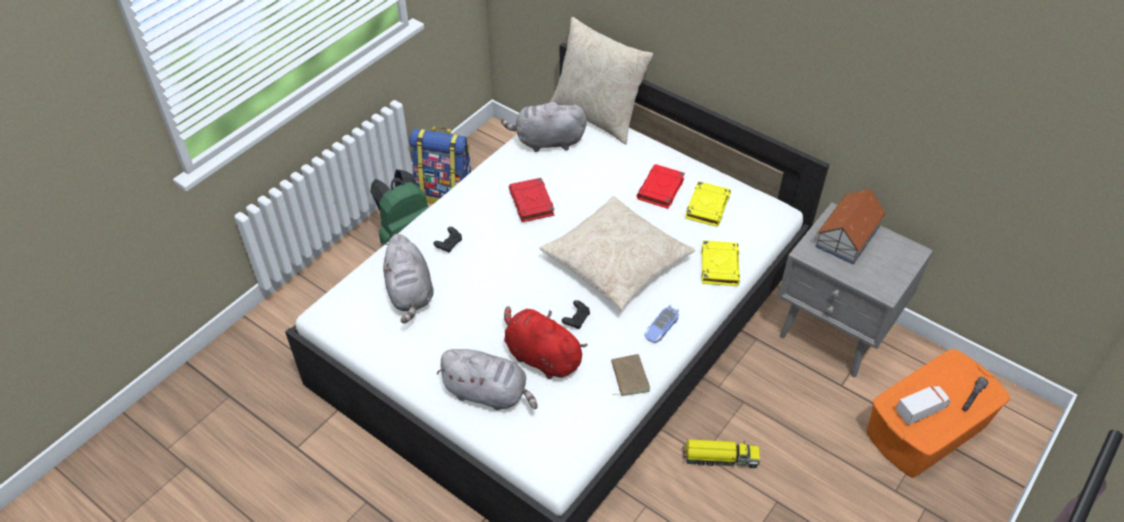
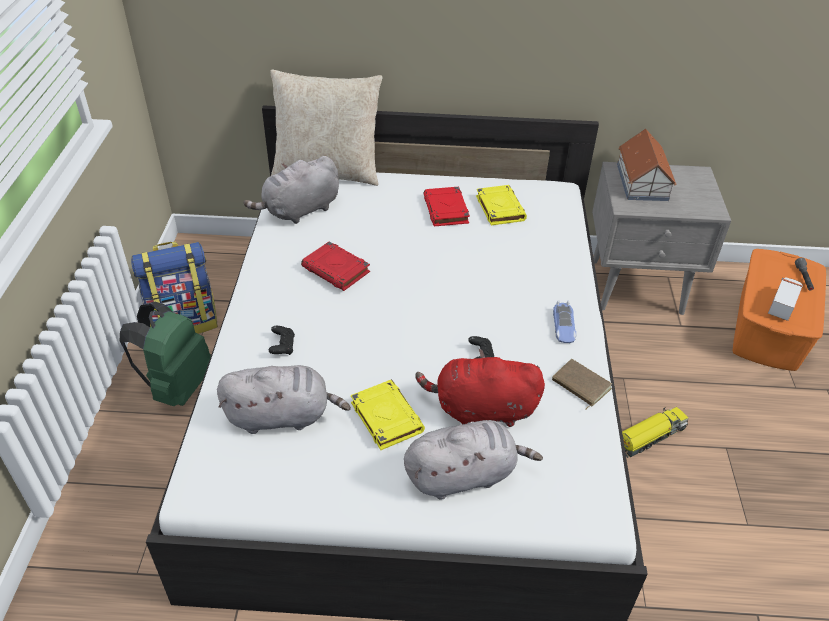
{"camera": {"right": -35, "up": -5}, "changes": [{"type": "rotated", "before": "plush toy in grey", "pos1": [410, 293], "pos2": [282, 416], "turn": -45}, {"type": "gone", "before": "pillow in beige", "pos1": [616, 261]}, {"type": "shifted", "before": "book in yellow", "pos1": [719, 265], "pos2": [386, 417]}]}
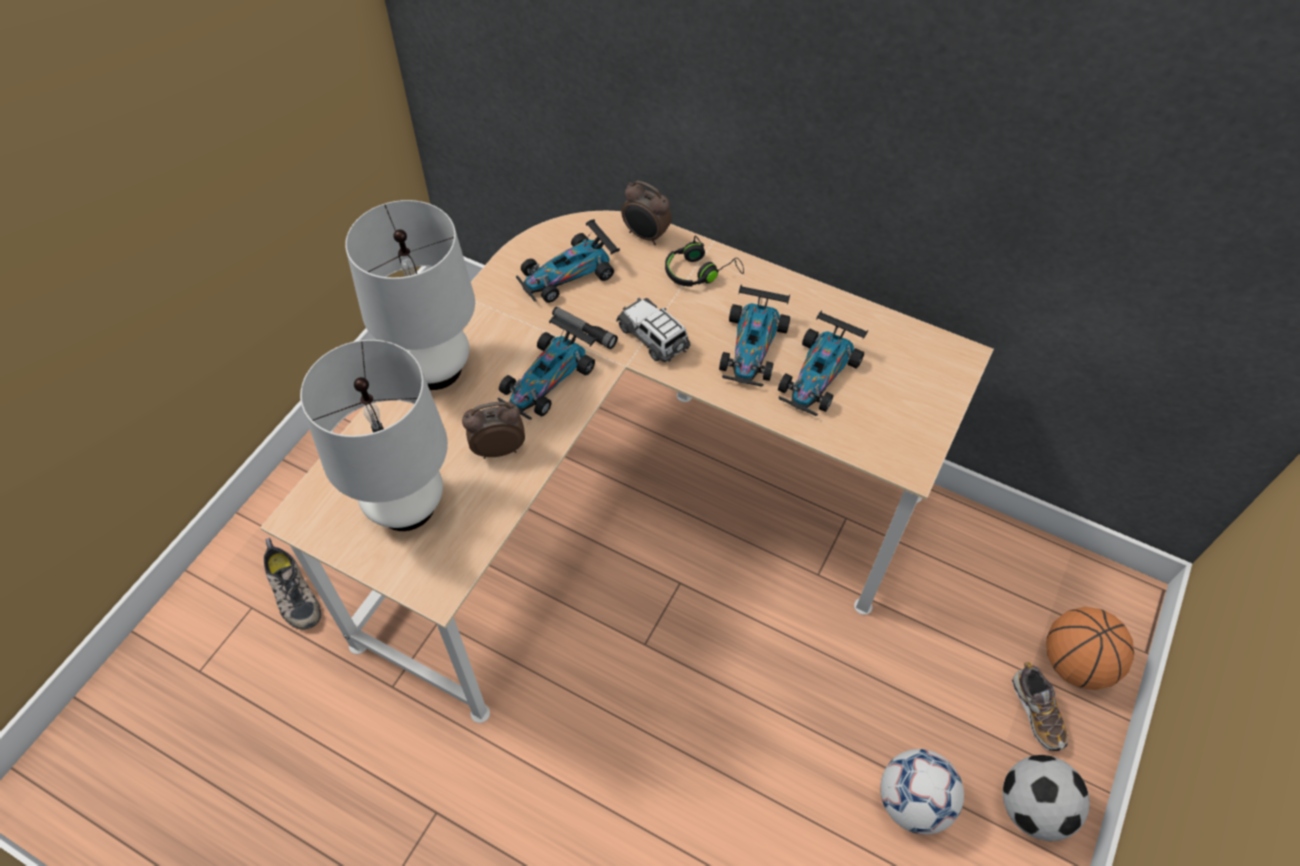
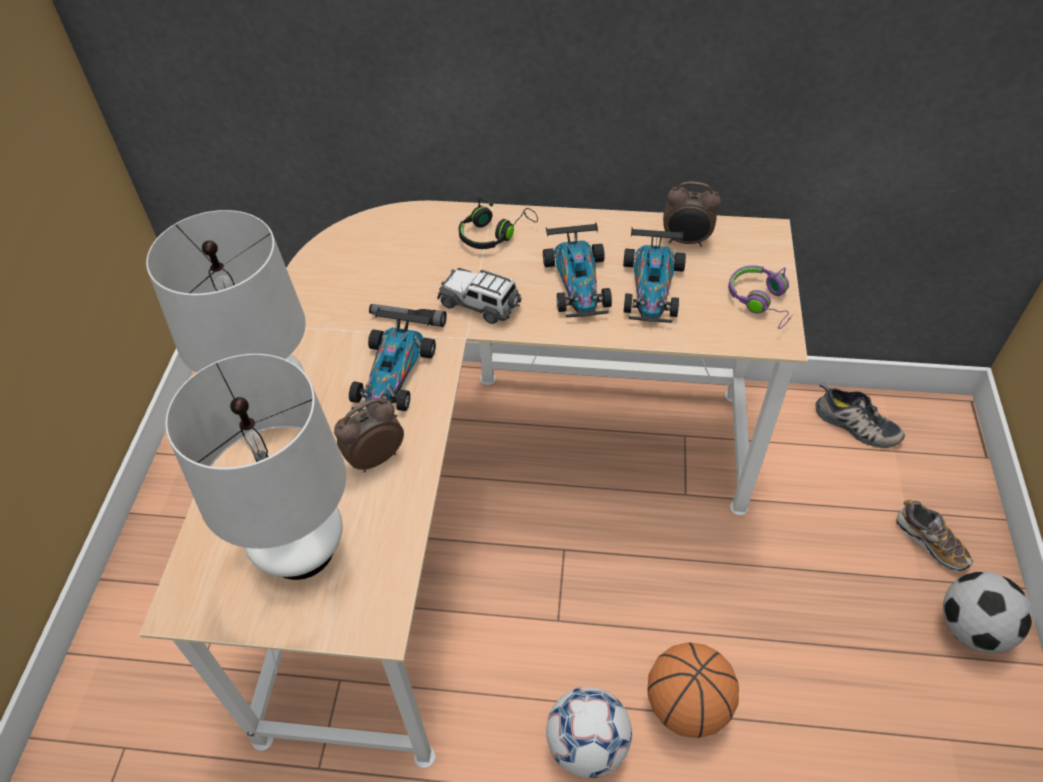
{"camera": {"right": -20, "up": -5}, "changes": [{"type": "shifted", "before": "shoe", "pos1": [291, 593], "pos2": [854, 425]}, {"type": "gone", "before": "toy car", "pos1": [568, 274]}, {"type": "shifted", "before": "alarm clock", "pos1": [645, 236], "pos2": [686, 241]}, {"type": "shifted", "before": "football", "pos1": [912, 801], "pos2": [587, 745]}, {"type": "shifted", "before": "basketball", "pos1": [1075, 663], "pos2": [687, 705]}, {"type": "new", "after": "headphones in purple", "pos2": [761, 302]}]}
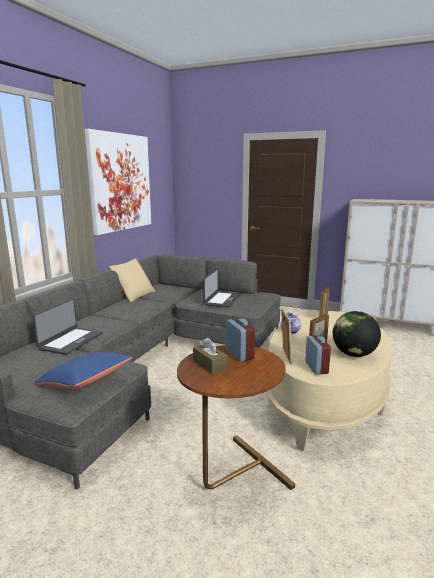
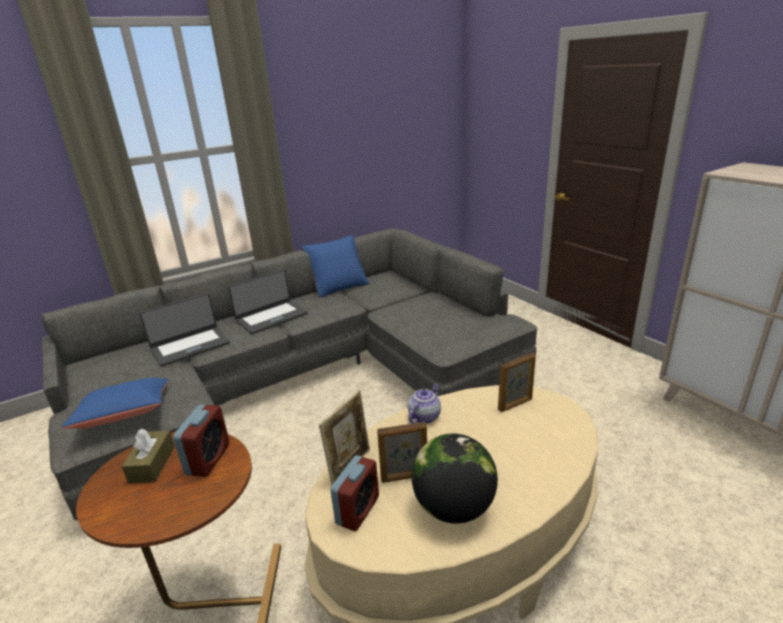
{"camera": {"right": 35, "up": 10}, "changes": [{"type": "gone", "before": "picture", "pos1": [120, 182]}, {"type": "repainted", "before": "pillow in beige", "after": "pillow in blue", "pos1": [134, 295], "pos2": [338, 286]}, {"type": "shifted", "before": "laptop", "pos1": [221, 300], "pos2": [271, 317]}]}
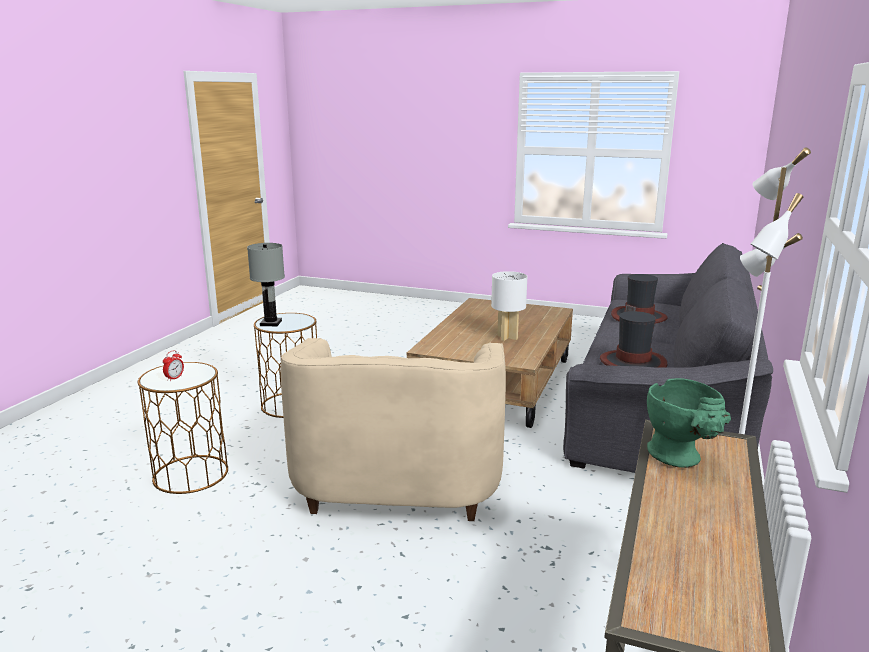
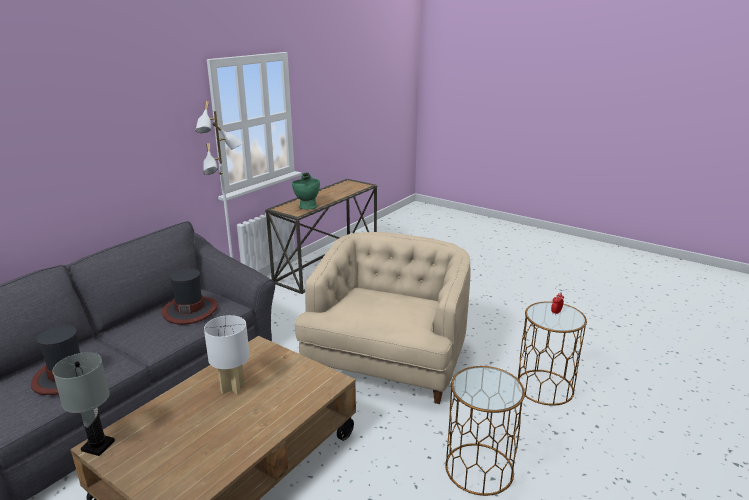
{"camera": {"right": -165, "up": 5}, "changes": [{"type": "shifted", "before": "table lamp in grey", "pos1": [270, 323], "pos2": [98, 445]}]}
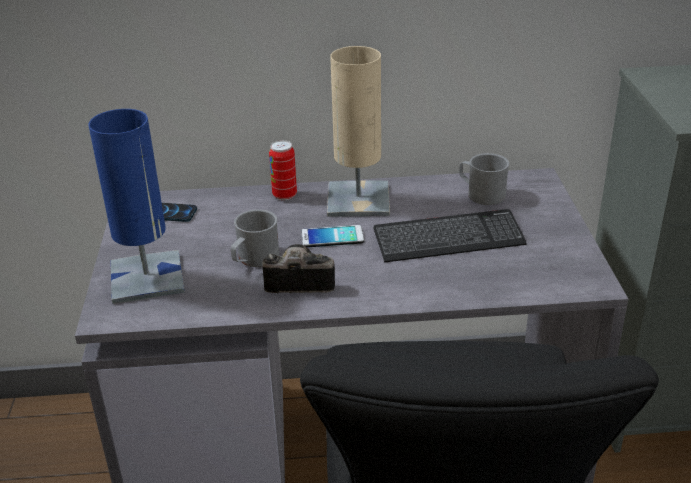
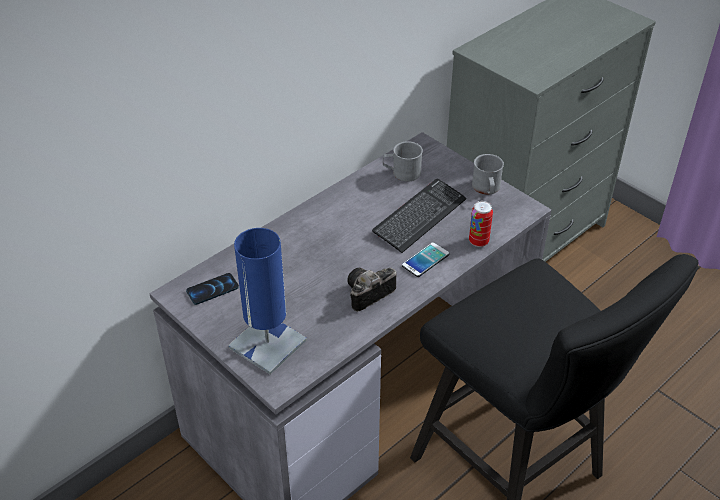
{"camera": {"right": -40, "up": 10}, "changes": [{"type": "shifted", "before": "mug in grey", "pos1": [254, 259], "pos2": [486, 189]}, {"type": "shifted", "before": "can", "pos1": [284, 195], "pos2": [478, 241]}, {"type": "shifted", "before": "phone", "pos1": [332, 237], "pos2": [425, 260]}, {"type": "gone", "before": "table lamp in beige", "pos1": [358, 200]}]}
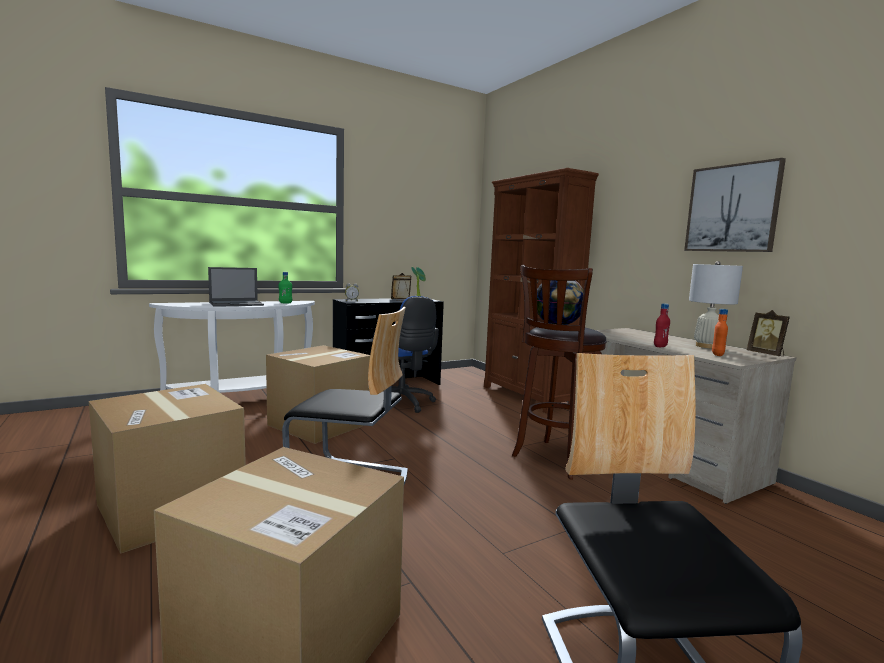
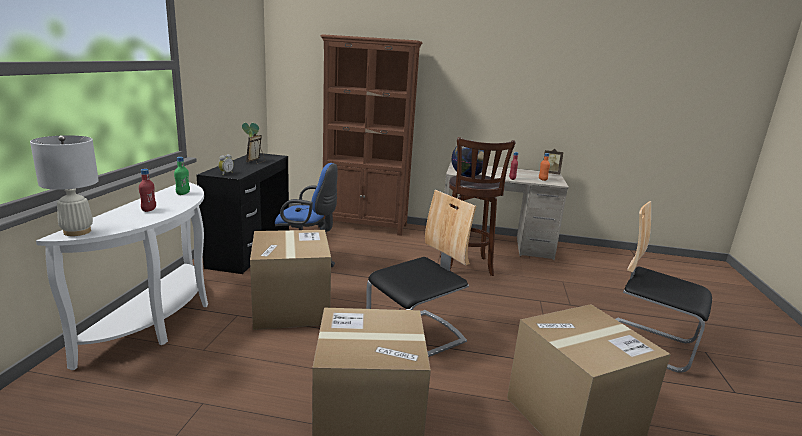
{"camera": {"right": -50, "up": 10}, "changes": [{"type": "swapped", "before": "laptop", "after": "bottle in red", "pos1": [237, 304], "pos2": [149, 210]}, {"type": "gone", "before": "picture", "pos1": [732, 208]}, {"type": "shifted", "before": "table lamp in white", "pos1": [706, 346], "pos2": [77, 231]}]}
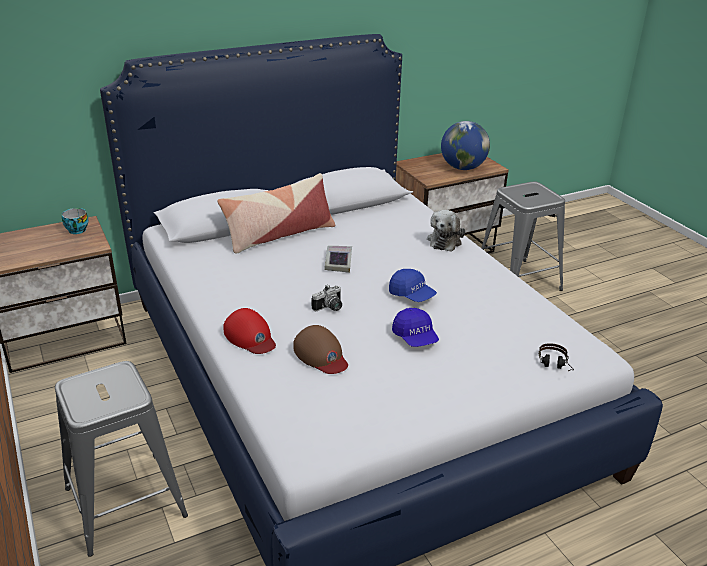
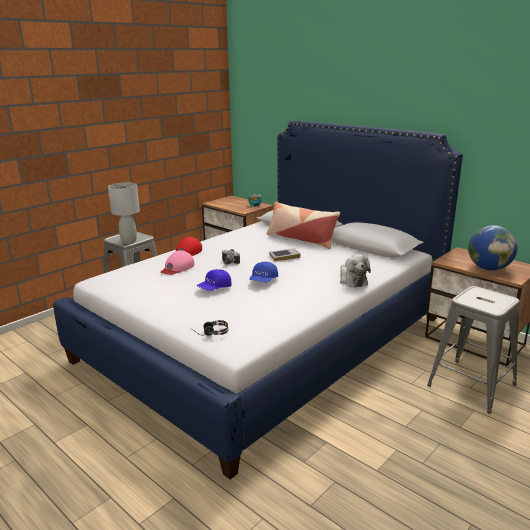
{"camera": {"right": 70, "up": -10}, "changes": [{"type": "repainted", "before": "cap in brown", "after": "cap in pink", "pos1": [321, 355], "pos2": [177, 267]}, {"type": "rotated", "before": "plush toy", "pos1": [445, 240], "pos2": [352, 280], "turn": -105}, {"type": "new", "after": "table lamp in grey", "pos2": [129, 241]}]}
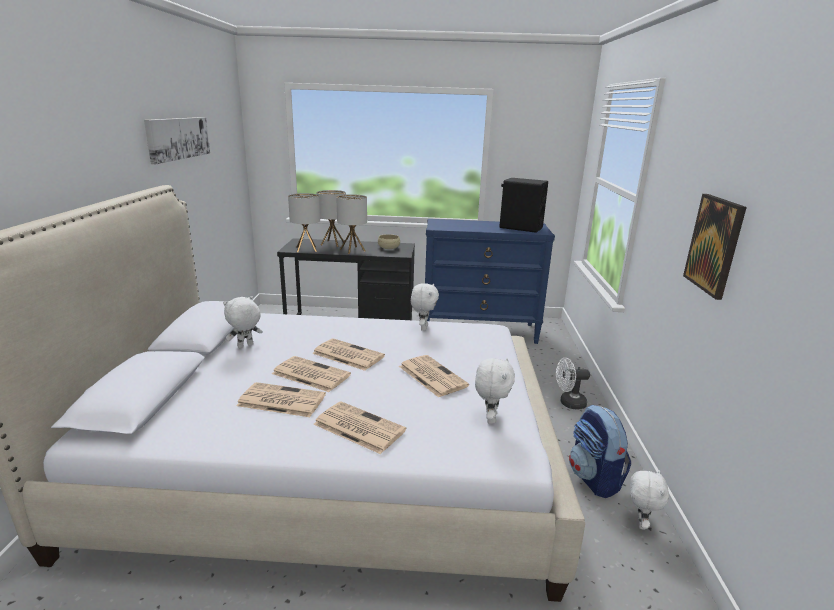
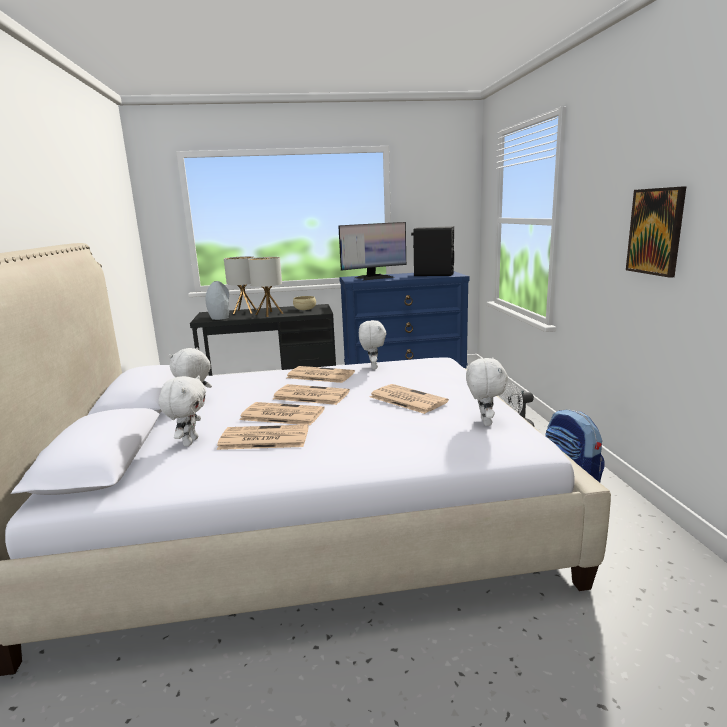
{"camera": {"right": -10, "up": -5}, "changes": [{"type": "gone", "before": "picture", "pos1": [178, 138]}, {"type": "swapped", "before": "table lamp", "after": "vase in grey", "pos1": [306, 249], "pos2": [220, 318]}, {"type": "shifted", "before": "newspaper", "pos1": [358, 427], "pos2": [319, 375]}, {"type": "shifted", "before": "plush toy in white", "pos1": [639, 522], "pos2": [189, 442]}, {"type": "new", "after": "monitor", "pos2": [374, 277]}]}
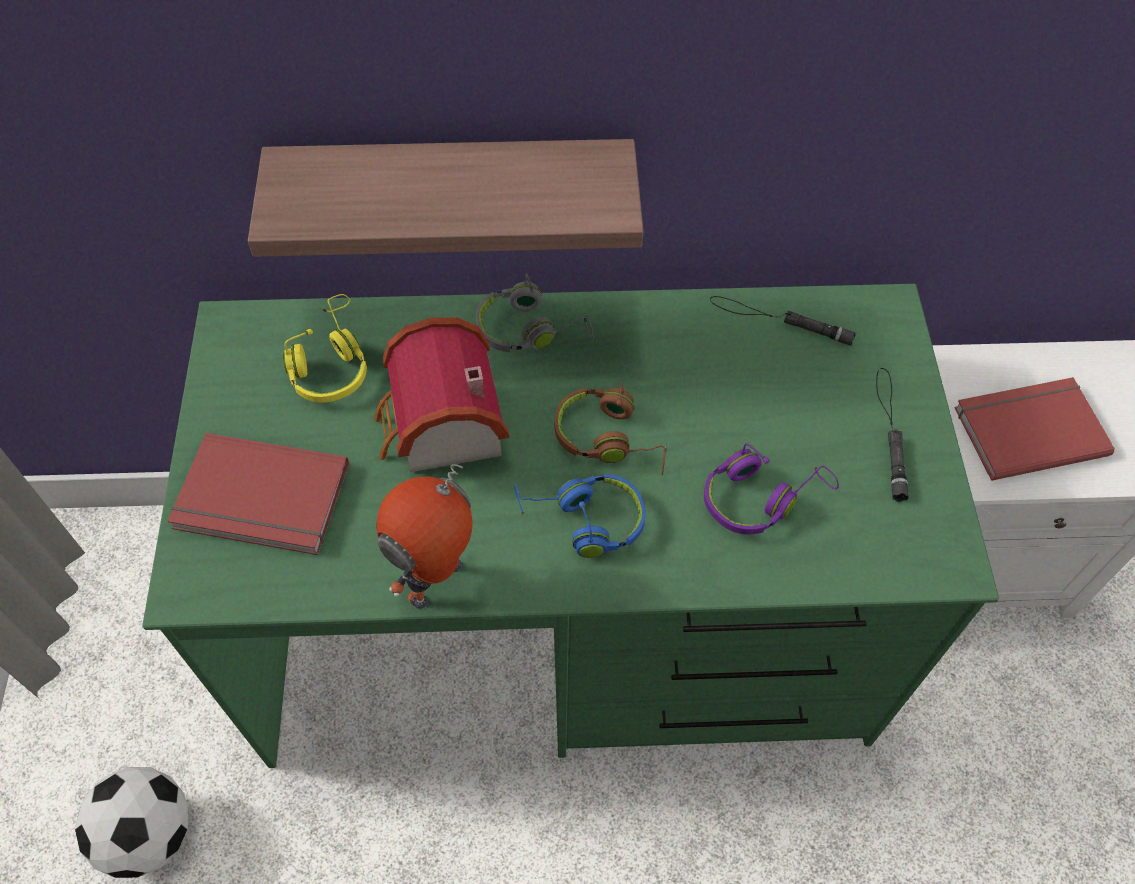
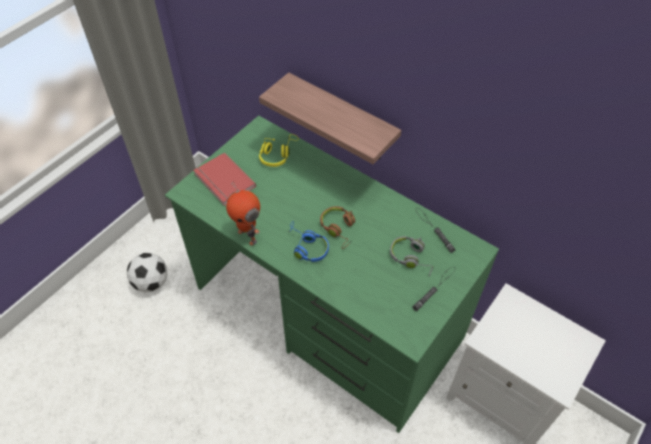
{"camera": {"right": 40, "up": -5}, "changes": [{"type": "gone", "before": "toy house", "pos1": [441, 430]}, {"type": "rotated", "before": "toy robot", "pos1": [438, 584], "pos2": [248, 236], "turn": -120}, {"type": "shifted", "before": "headphones in grey", "pos1": [531, 329], "pos2": [411, 258]}, {"type": "gone", "before": "headphones in purple", "pos1": [760, 497]}, {"type": "gone", "before": "book in red", "pos1": [1028, 428]}]}
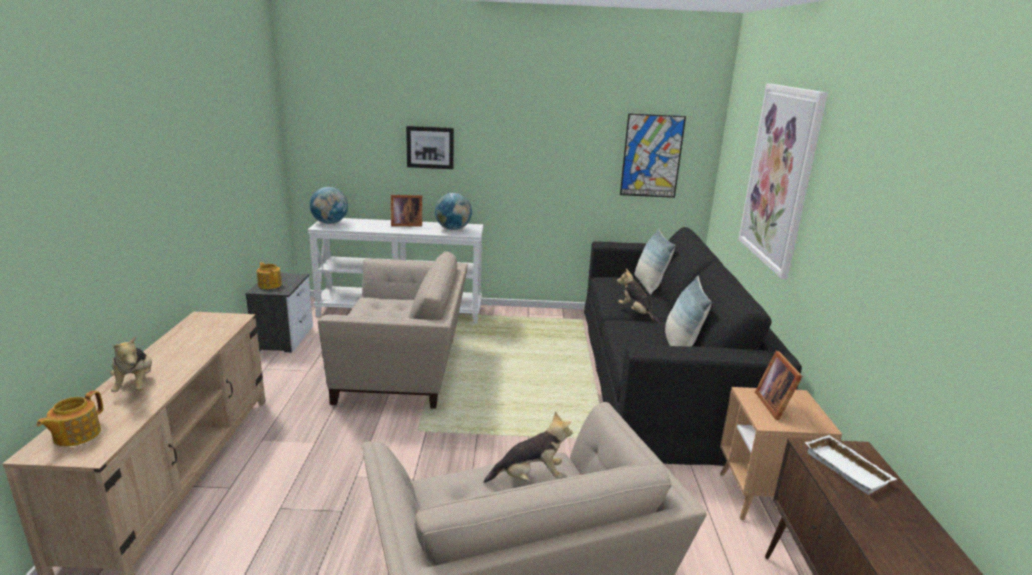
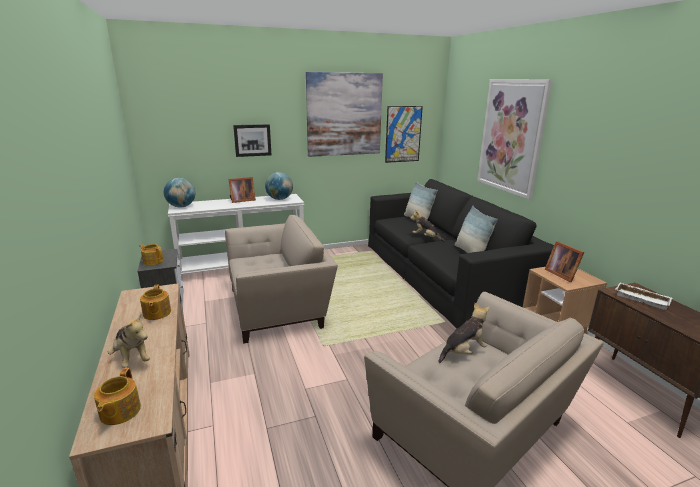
{"camera": {"right": -20, "up": 0}, "changes": [{"type": "new", "after": "teapot", "pos2": [156, 313]}, {"type": "new", "after": "picture", "pos2": [344, 114]}]}
